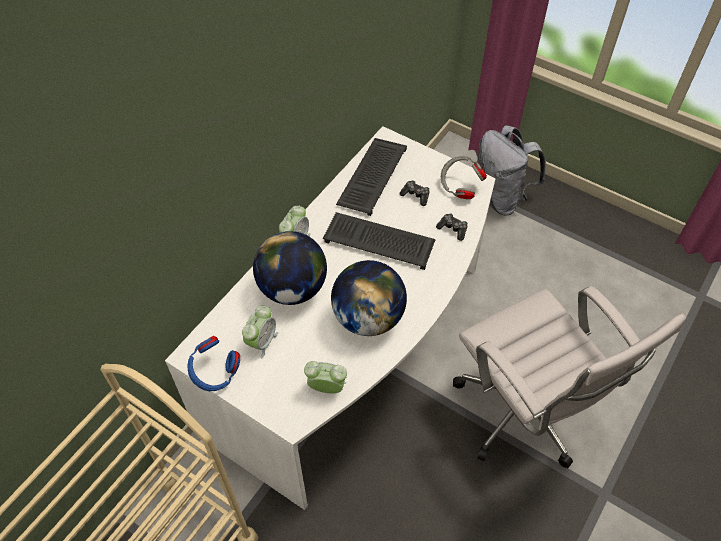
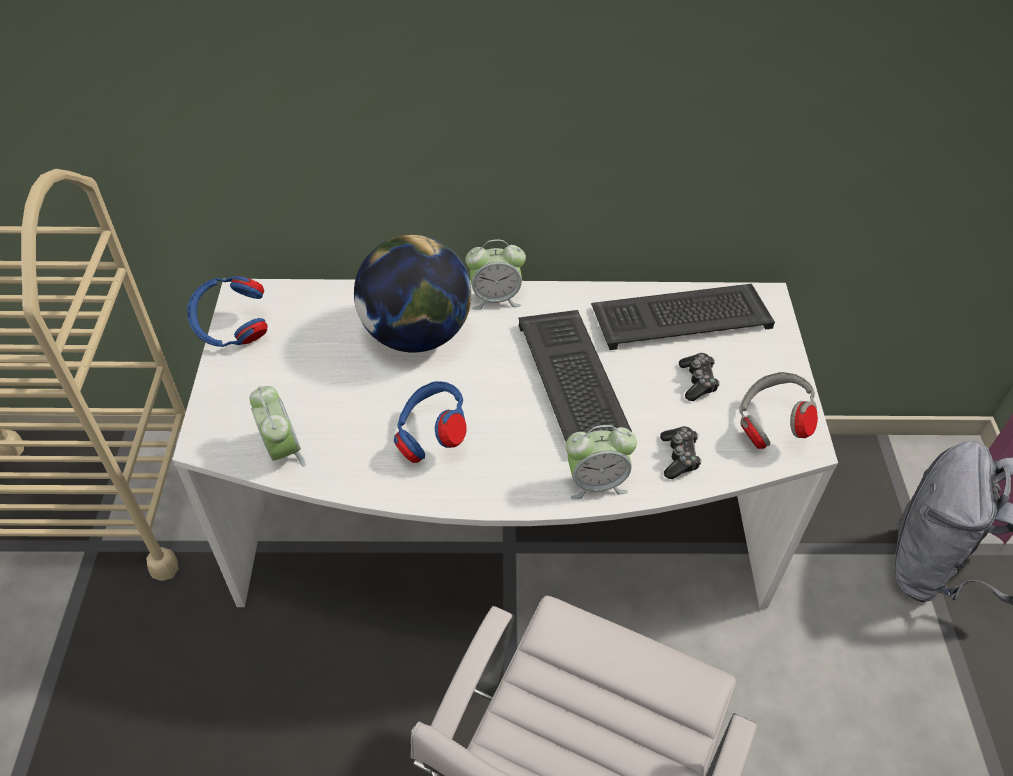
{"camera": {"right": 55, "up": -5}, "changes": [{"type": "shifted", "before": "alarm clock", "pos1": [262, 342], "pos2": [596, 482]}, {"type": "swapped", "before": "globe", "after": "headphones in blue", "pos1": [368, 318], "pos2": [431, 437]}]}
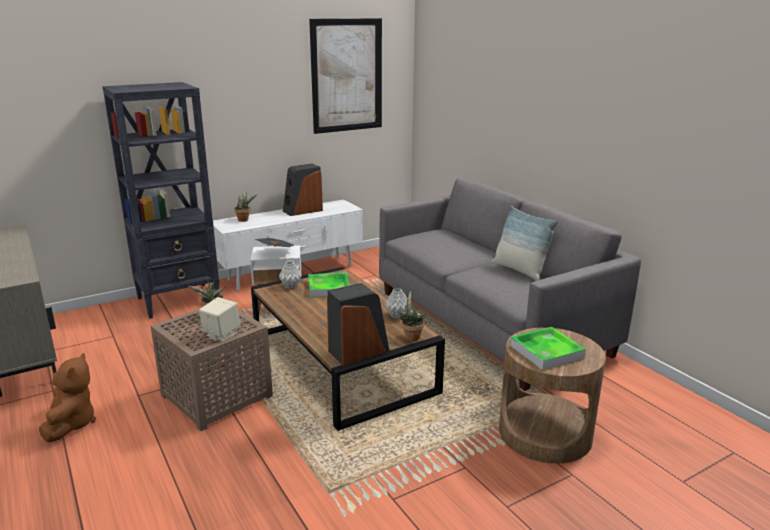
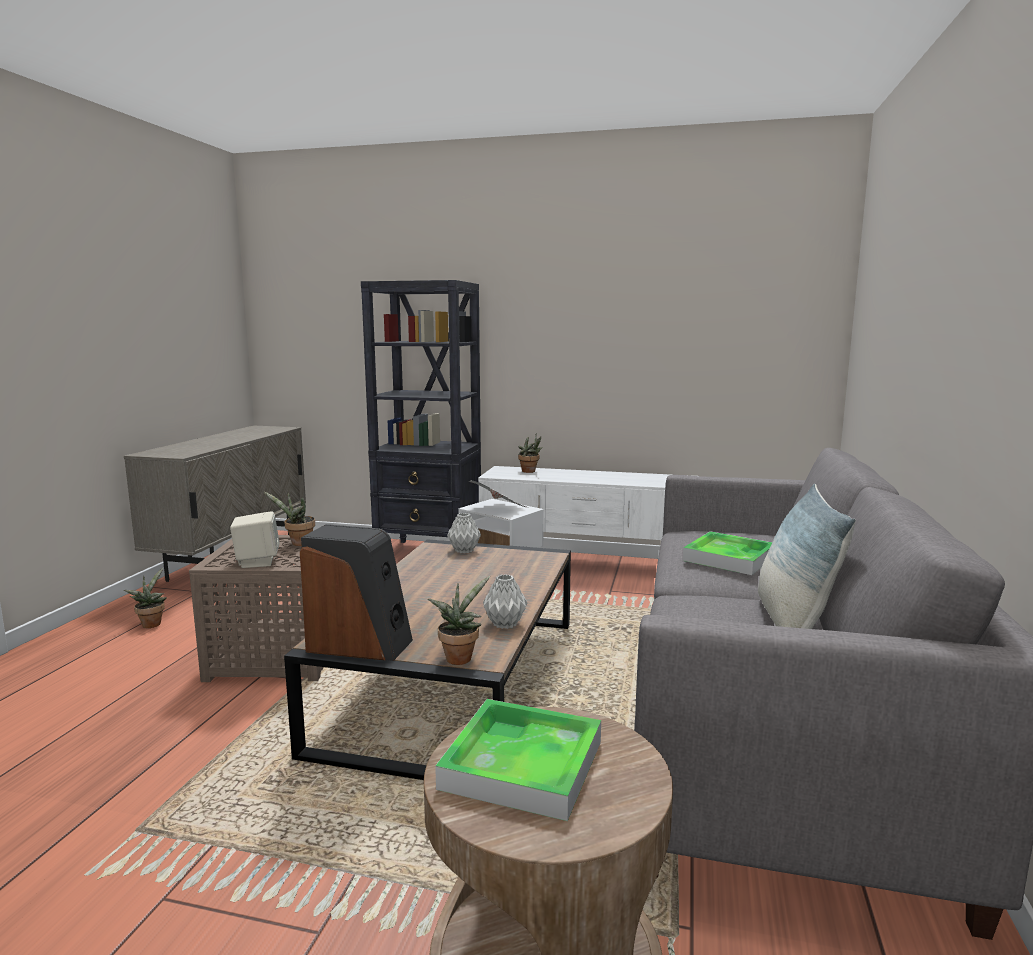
{"camera": {"right": 45, "up": -10}, "changes": [{"type": "swapped", "before": "plush toy in brown", "after": "potted plant", "pos1": [71, 424], "pos2": [151, 623]}, {"type": "gone", "before": "speaker", "pos1": [302, 210]}, {"type": "shifted", "before": "tray", "pos1": [328, 288], "pos2": [729, 558]}, {"type": "gone", "before": "picture", "pos1": [347, 76]}]}
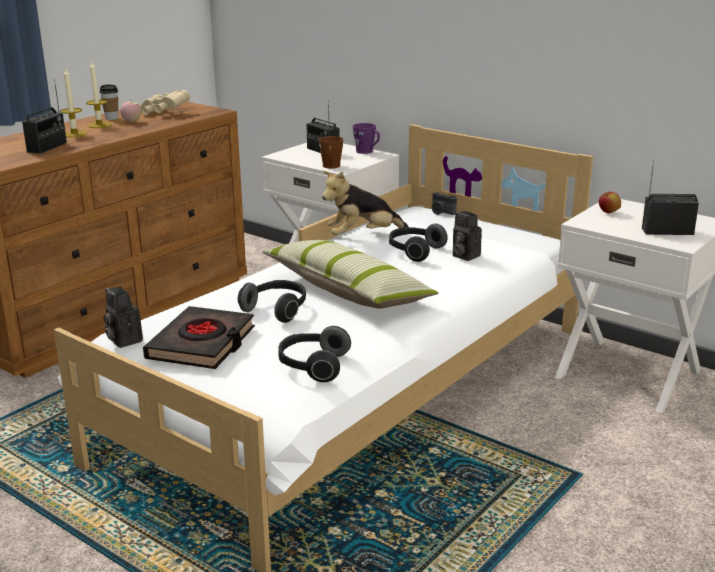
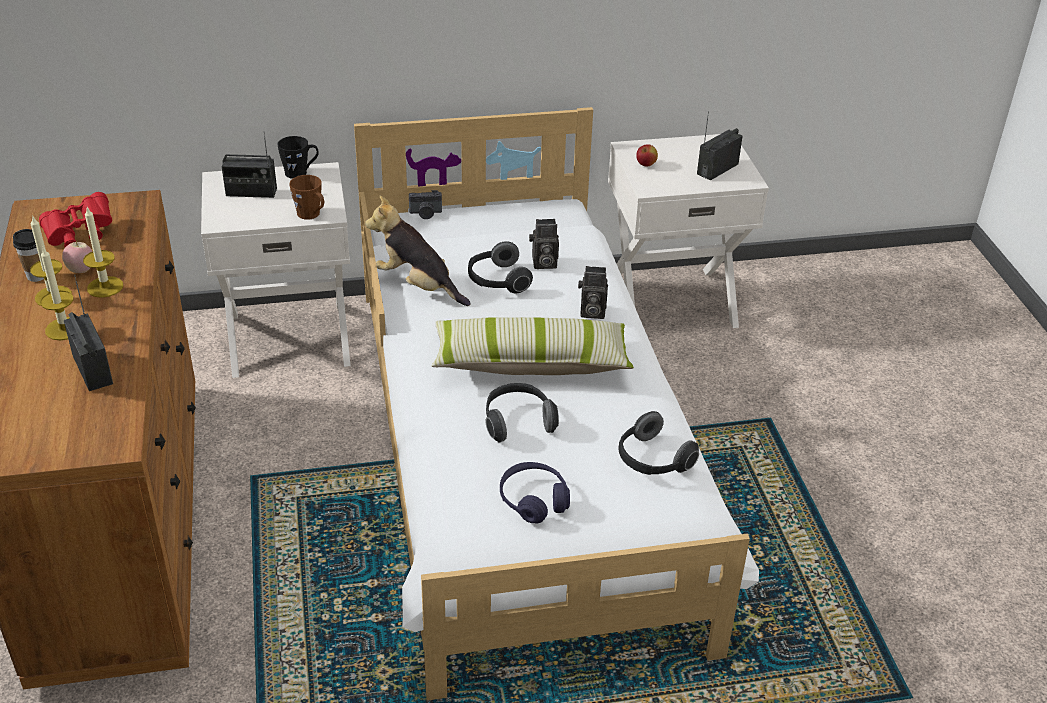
{"camera": {"right": -50, "up": 15}, "changes": [{"type": "shifted", "before": "photo camera", "pos1": [123, 340], "pos2": [591, 312]}, {"type": "repainted", "before": "binoculars in beige", "after": "binoculars in red", "pos1": [162, 113], "pos2": [80, 235]}, {"type": "swapped", "before": "book in black", "after": "headphones in purple", "pos1": [202, 344], "pos2": [534, 500]}, {"type": "rotated", "before": "plush toy", "pos1": [362, 236], "pos2": [418, 285], "turn": 105}, {"type": "repainted", "before": "mug in purple", "after": "mug in black", "pos1": [367, 152], "pos2": [300, 172]}, {"type": "new", "after": "candle", "pos2": [105, 287]}]}
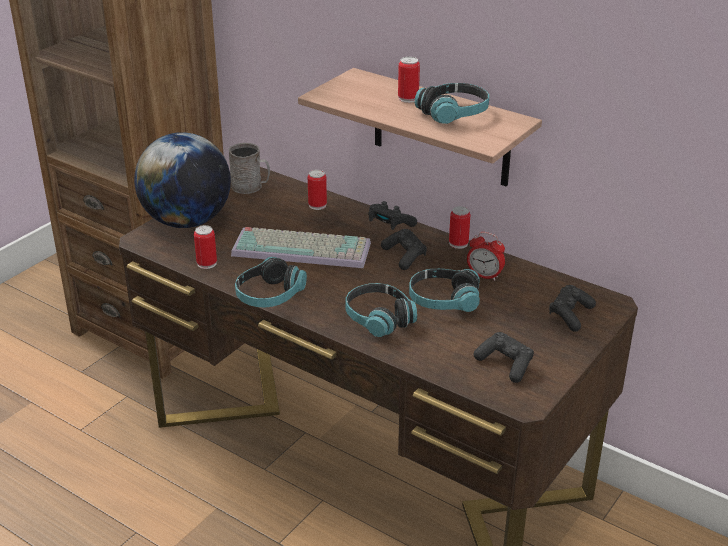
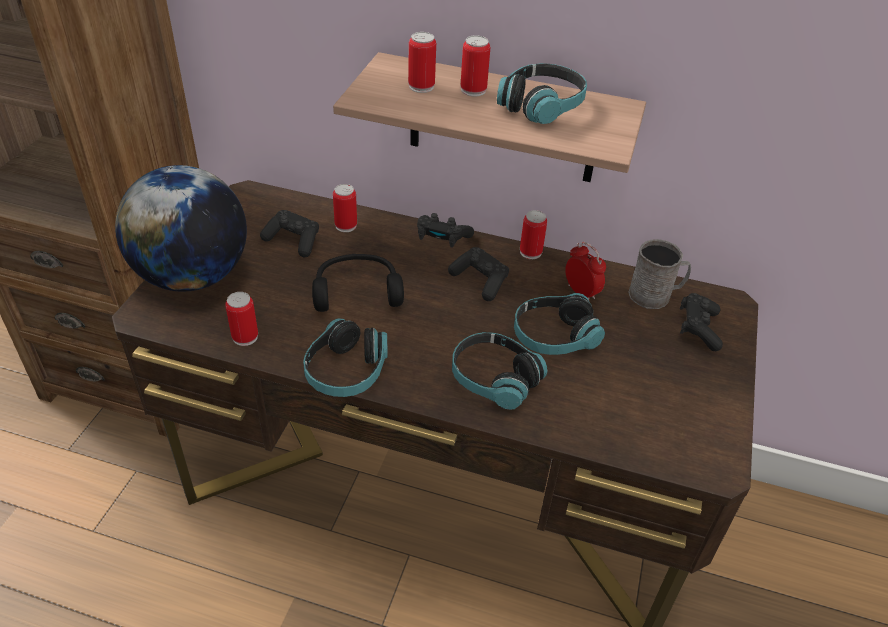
{"camera": {"right": -20, "up": 10}, "changes": [{"type": "shifted", "before": "mug in grey", "pos1": [251, 187], "pos2": [655, 295]}, {"type": "swapped", "before": "keyboard", "after": "headphones in black", "pos1": [303, 248], "pos2": [357, 291]}, {"type": "rotated", "before": "alarm clock", "pos1": [484, 276], "pos2": [581, 292], "turn": -135}, {"type": "shifted", "before": "game controller in black", "pos1": [505, 364], "pos2": [293, 241]}, {"type": "new", "after": "can", "pos2": [421, 86]}]}
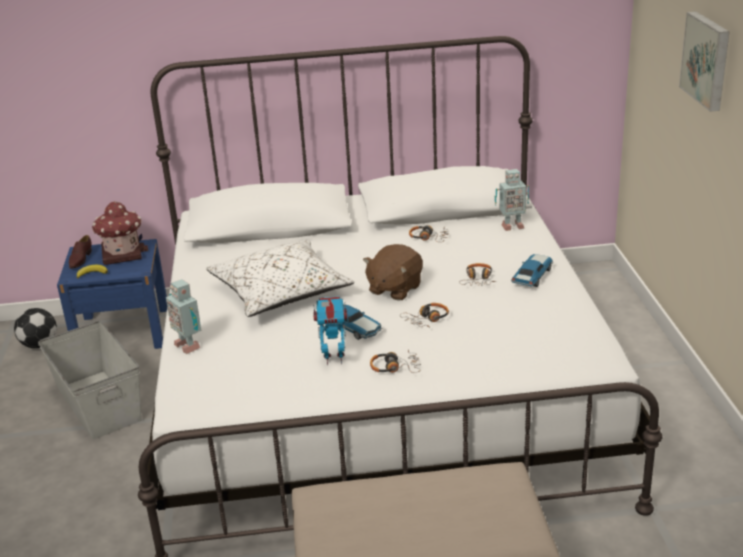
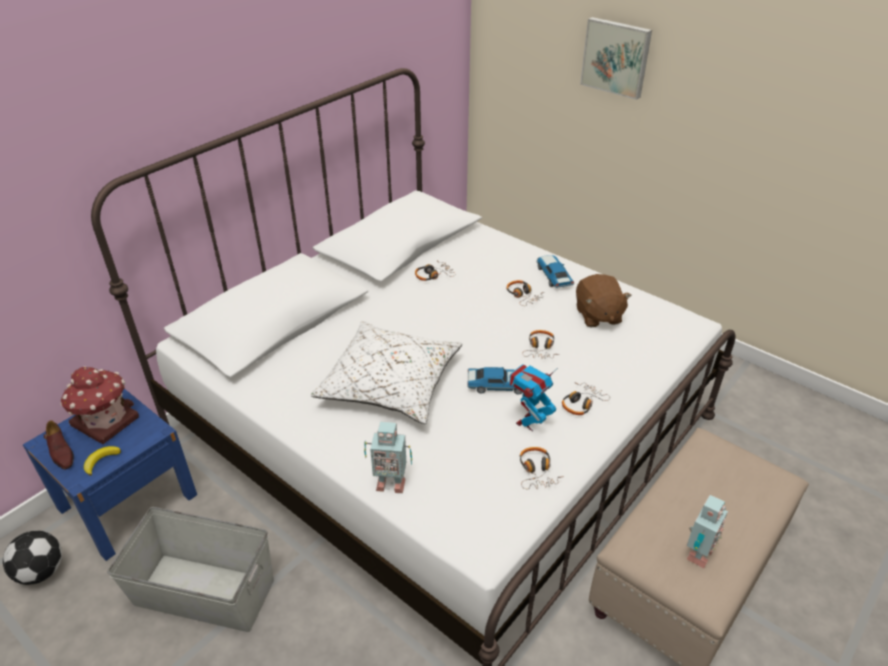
{"camera": {"right": -45, "up": 10}, "changes": [{"type": "shifted", "before": "plush toy in brown", "pos1": [394, 289], "pos2": [597, 315]}, {"type": "shifted", "before": "toy robot", "pos1": [511, 226], "pos2": [696, 554]}, {"type": "new", "after": "headphones", "pos2": [537, 472]}]}
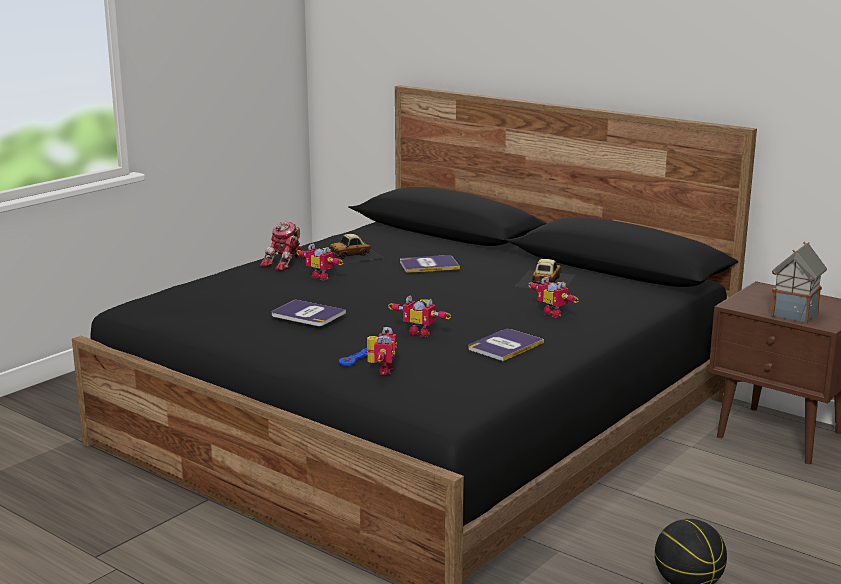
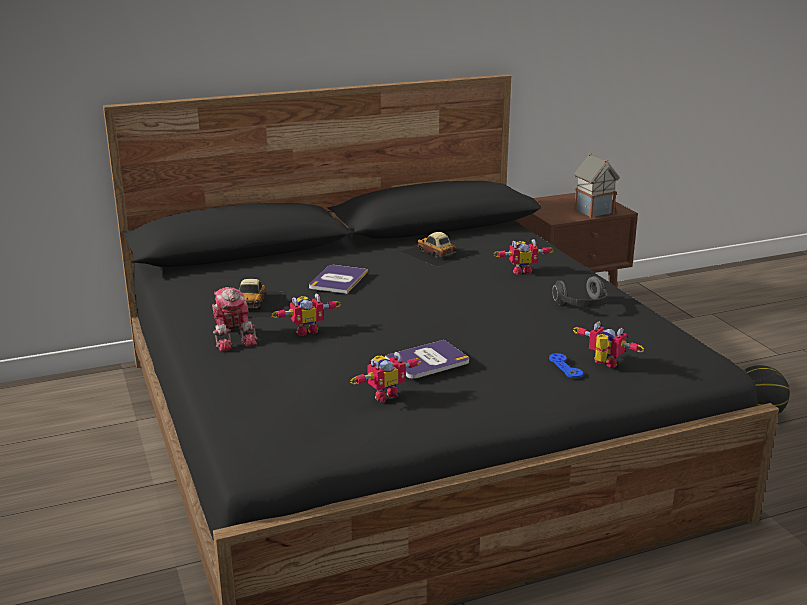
{"camera": {"right": -60, "up": 5}, "changes": [{"type": "shifted", "before": "toy robot", "pos1": [421, 332], "pos2": [384, 394]}, {"type": "swapped", "before": "book", "after": "headphones", "pos1": [505, 346], "pos2": [582, 306]}]}
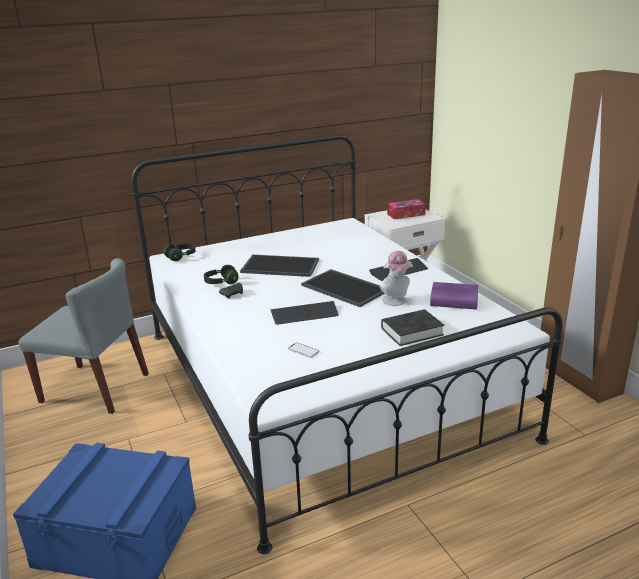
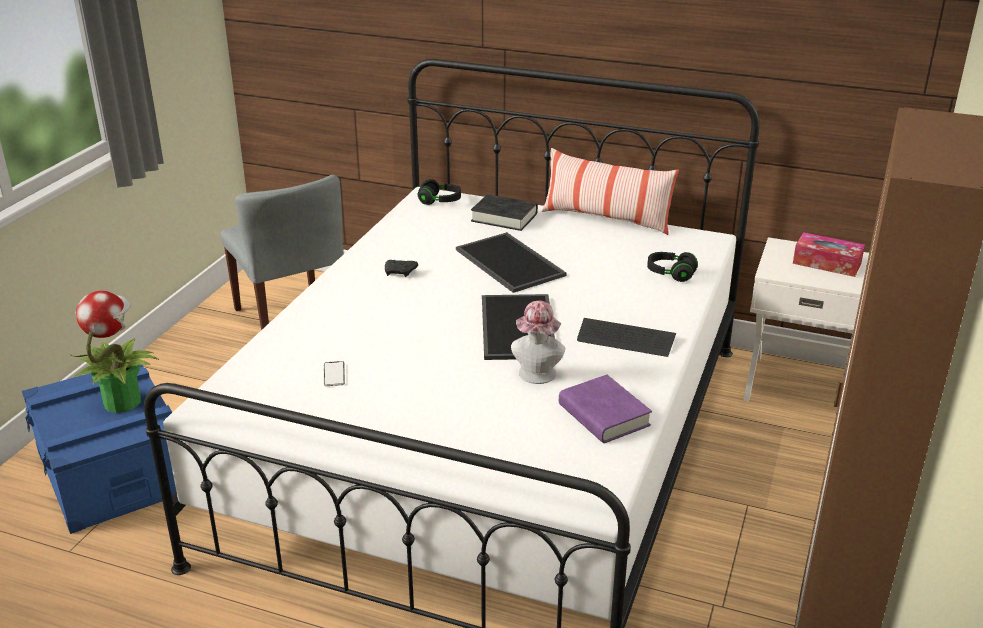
{"camera": {"right": 45, "up": 5}, "changes": [{"type": "shifted", "before": "headphones in black", "pos1": [221, 282], "pos2": [670, 274]}, {"type": "gone", "before": "keyboard", "pos1": [304, 314]}, {"type": "shifted", "before": "book in black", "pos1": [412, 331], "pos2": [504, 217]}, {"type": "new", "after": "potted plant", "pos2": [122, 401]}, {"type": "new", "after": "pillow", "pos2": [606, 219]}]}
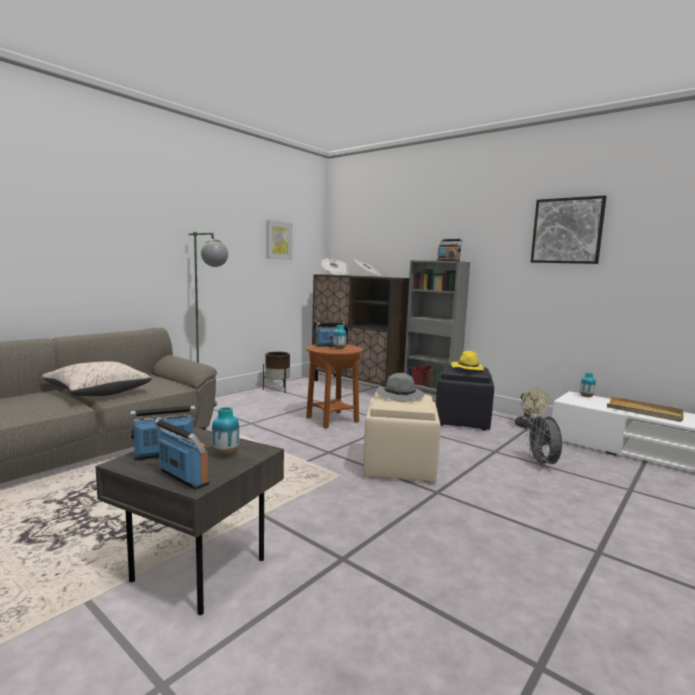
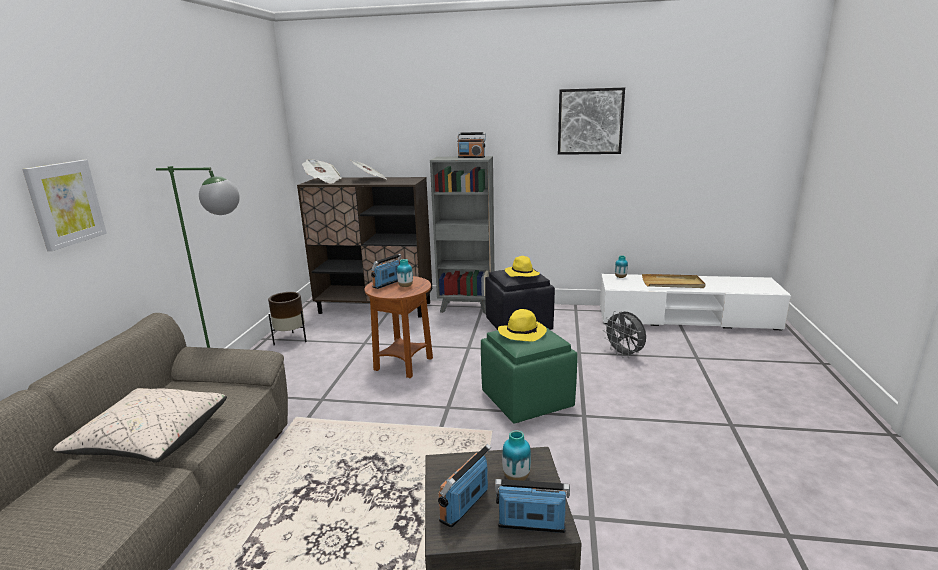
{"camera": {"right": -30, "up": 10}, "changes": [{"type": "shifted", "before": "picture", "pos1": [279, 240], "pos2": [65, 203]}, {"type": "repainted", "before": "ottoman in beige", "after": "ottoman in green", "pos1": [400, 467], "pos2": [528, 400]}, {"type": "repainted", "before": "hat in grey", "after": "hat in yellow", "pos1": [400, 396], "pos2": [522, 332]}, {"type": "gone", "before": "fan in beige", "pos1": [528, 426]}]}
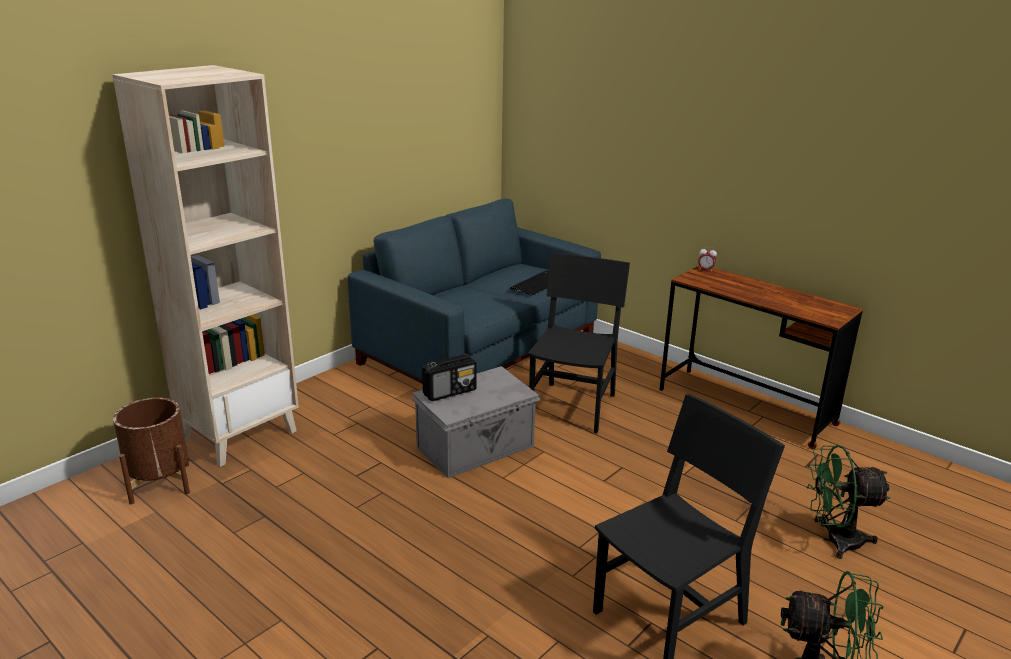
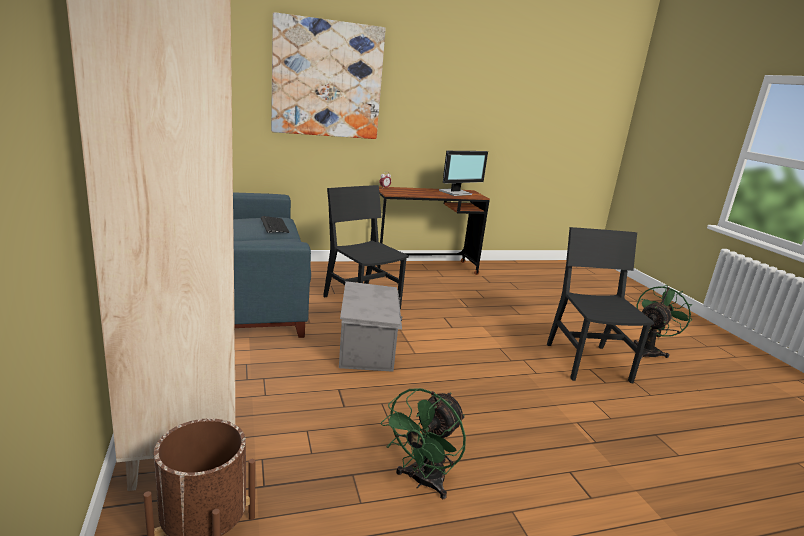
{"camera": {"right": -60, "up": -5}, "changes": [{"type": "gone", "before": "radio", "pos1": [450, 392]}, {"type": "shifted", "before": "fan in green", "pos1": [834, 540], "pos2": [422, 482]}, {"type": "new", "after": "picture", "pos2": [327, 79]}, {"type": "new", "after": "monitor", "pos2": [456, 193]}]}
